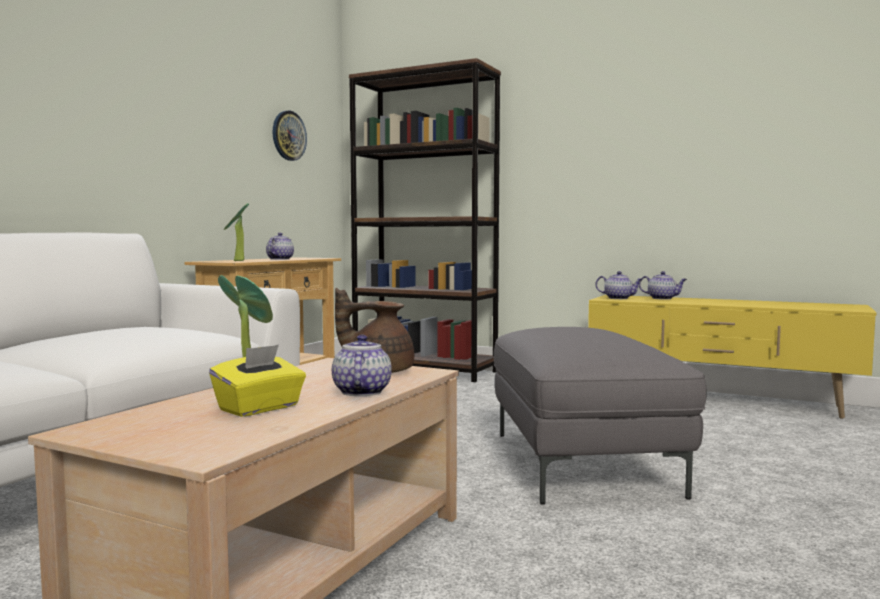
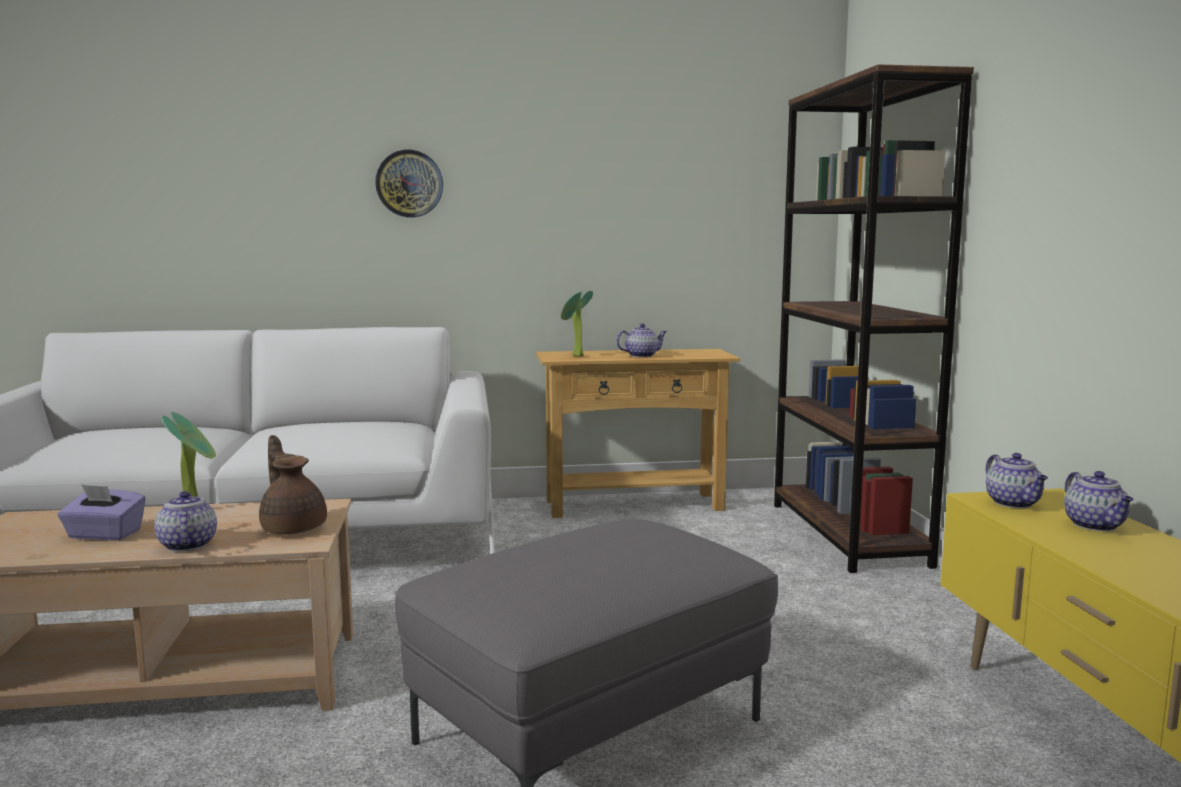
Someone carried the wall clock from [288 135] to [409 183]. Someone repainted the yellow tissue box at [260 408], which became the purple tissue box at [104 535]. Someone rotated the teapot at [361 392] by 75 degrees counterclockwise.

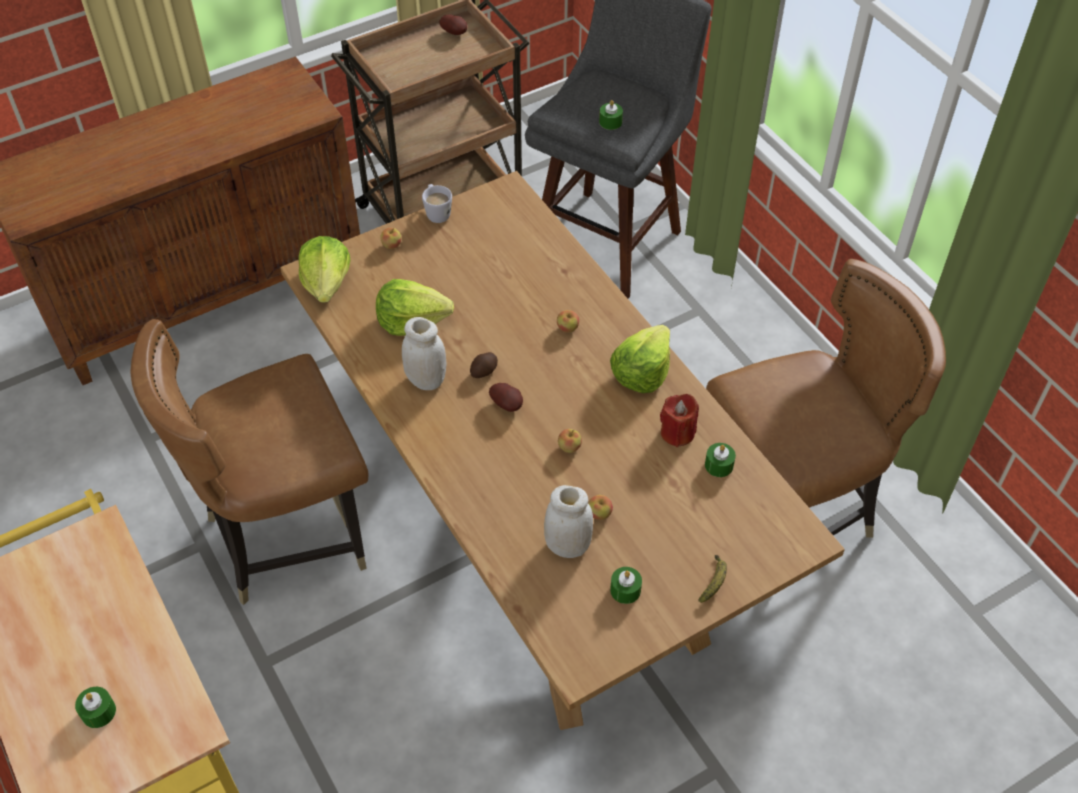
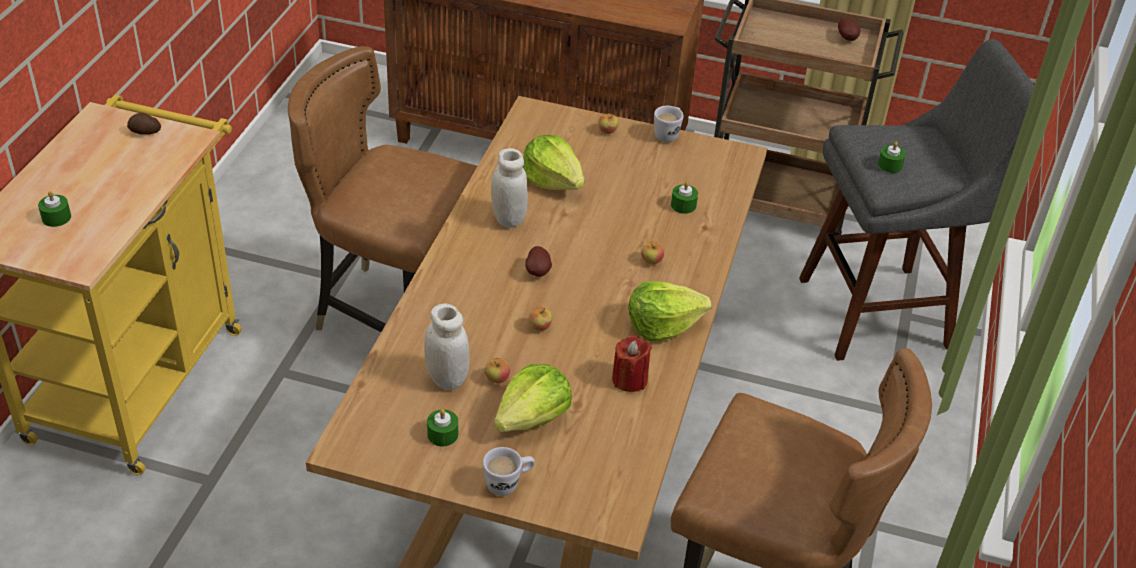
Someone carried the lettuce from [327 283] to [533 417]. Someone carried the potato from [485 371] to [144 132]. Someone carried the green candle from [719 465] to [683 205]. Someone swapped the banana at [714 582] for the white mug at [508 483].

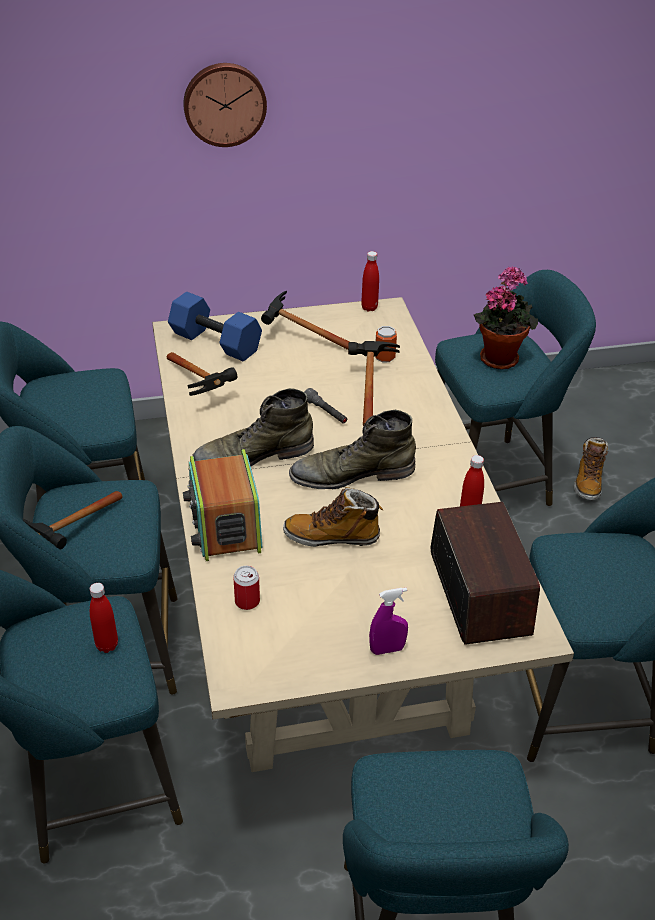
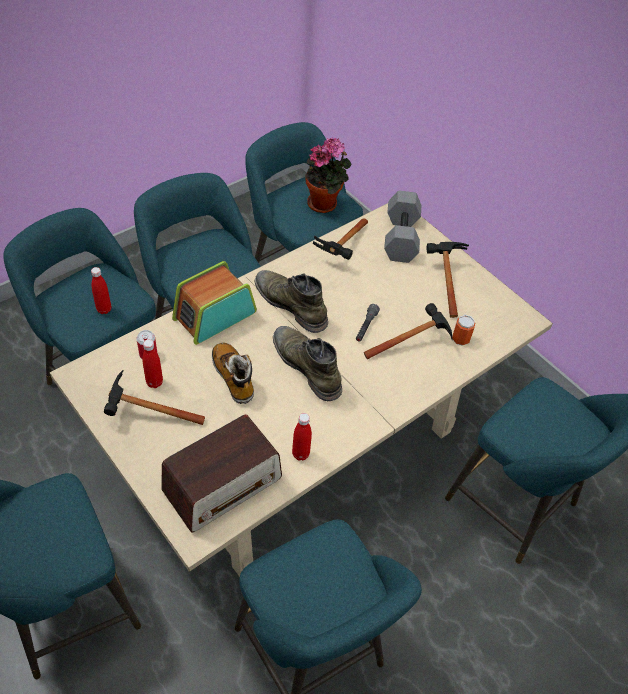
Someone took away the wall clock at [224 103]. Someone took away the purple spray bottle at [387 649]. Someone took away the boot at [588 482]. Someone carried the hammer from [70 537] to [145 414]. Someone carried the red bottle from [369 308] to [154 382]. Someone carried the potted plant from [499 357] to [325 204]. Someone repainted the blue dumbbell at [214 342], which became the grey dumbbell at [399 237].

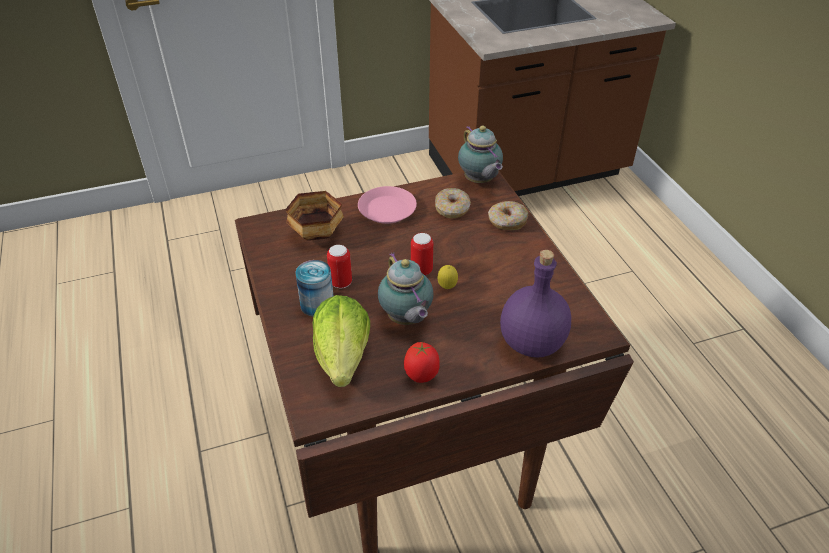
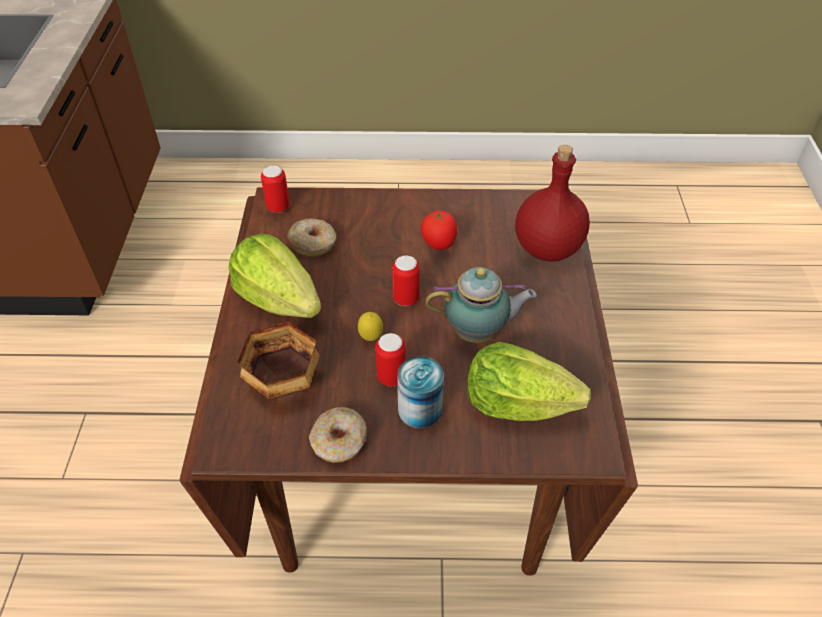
Someone carried the tomato from [421 376] to [439 245]. Someone carried the lemon from [447 287] to [371 338]. Someone carried the donut from [507 221] to [339 441]. Someone swapped the pink plate at [387 209] for the lettuce at [278 299]. Someone swapped the teapot at [479 181] for the can at [278 207]. Someone repainted the purple bottle at [532 342], which became the red bottle at [546 248].

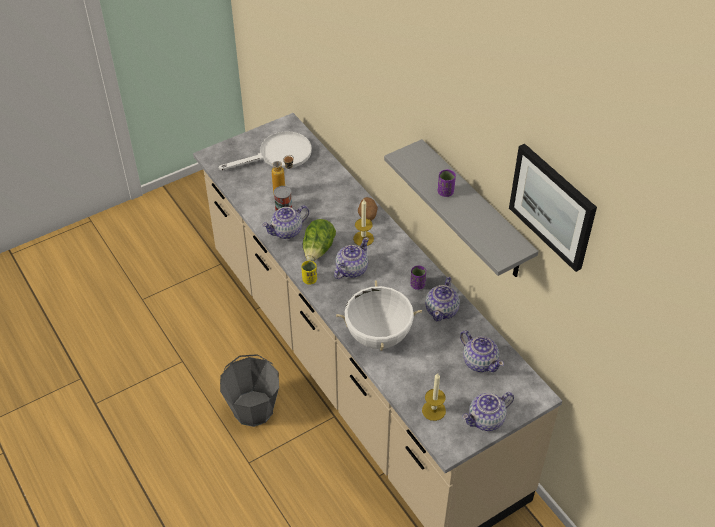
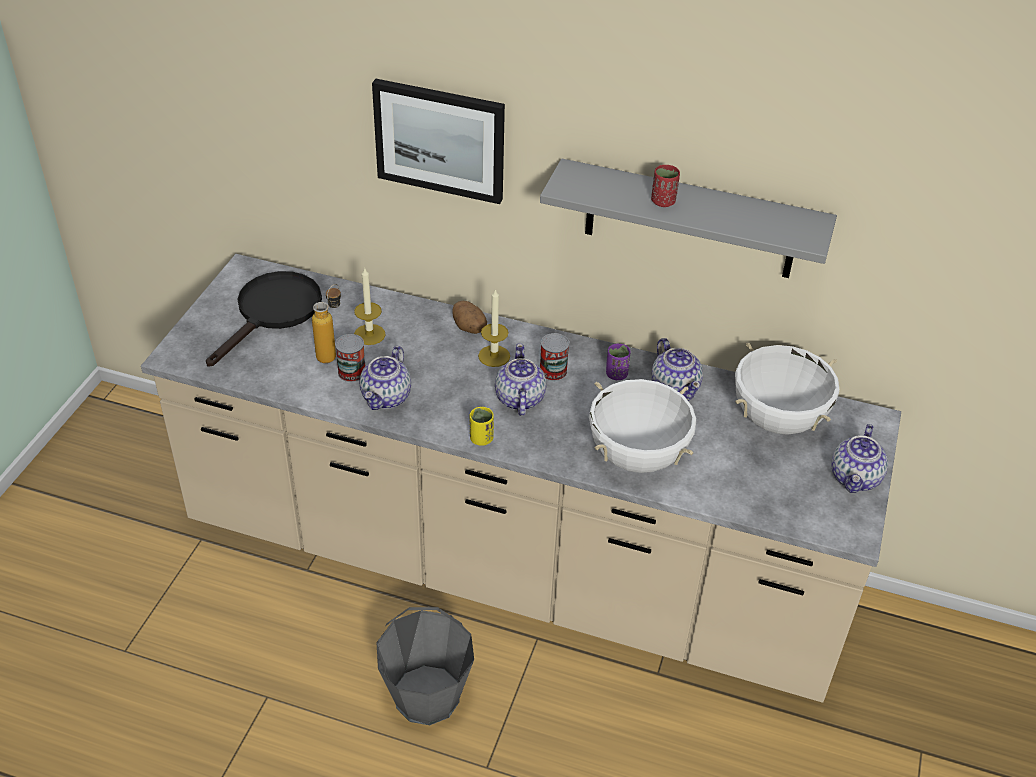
Someone took away the lettuce at [318 250]. Someone put down the can at [553 371]. Someone carried the candle from [433 410] to [369 334]. Someone carried the picture from [553 206] to [440 140]. Someone swapped the teapot at [479 361] for the white cooking pot at [777 419]. Someone repainted the white frying pan at [278 156], which became the black frying pan at [273 313]. Someone repainted the purple cup at [445 192], which became the red cup at [663 202].

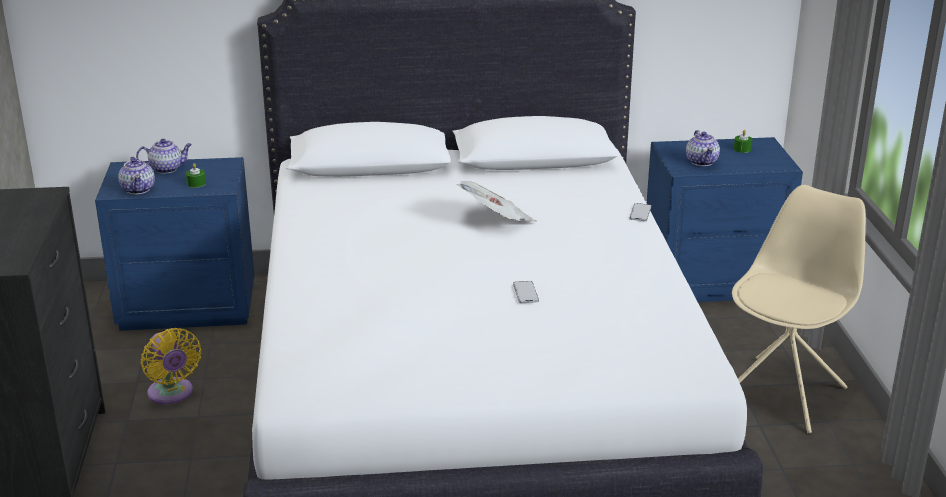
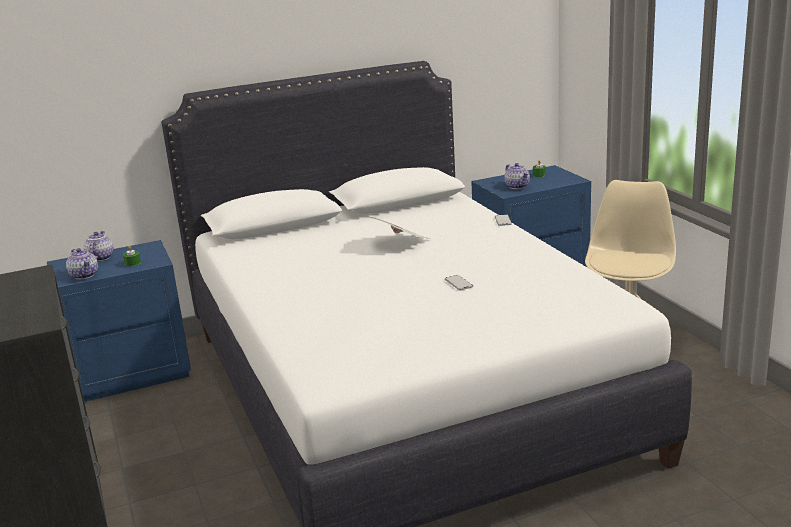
Someone took away the yellow fan at [172 394]. Someone rotated the teapot at [167 169] by 60 degrees counterclockwise.

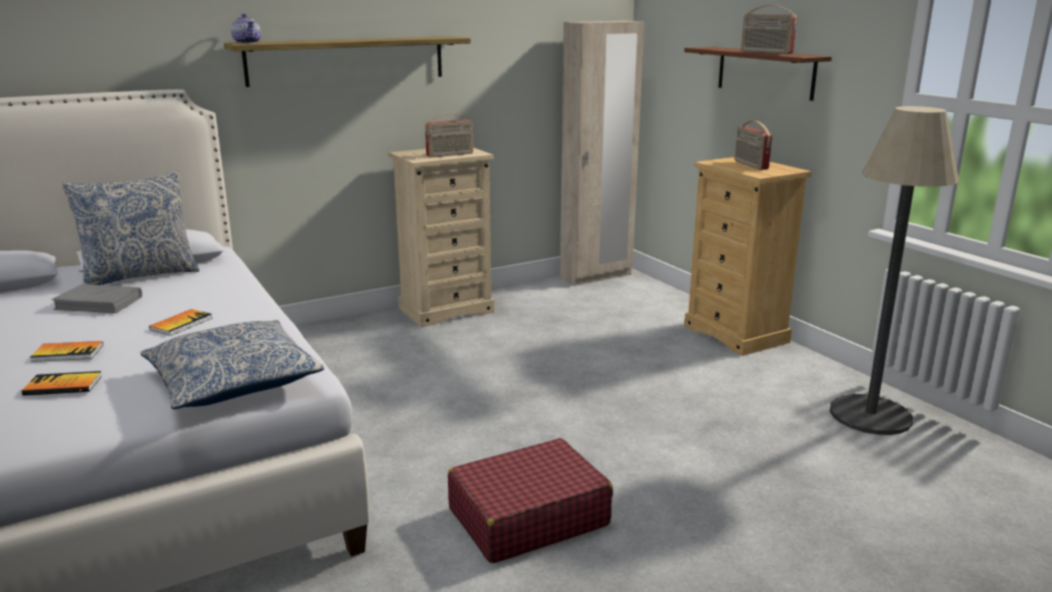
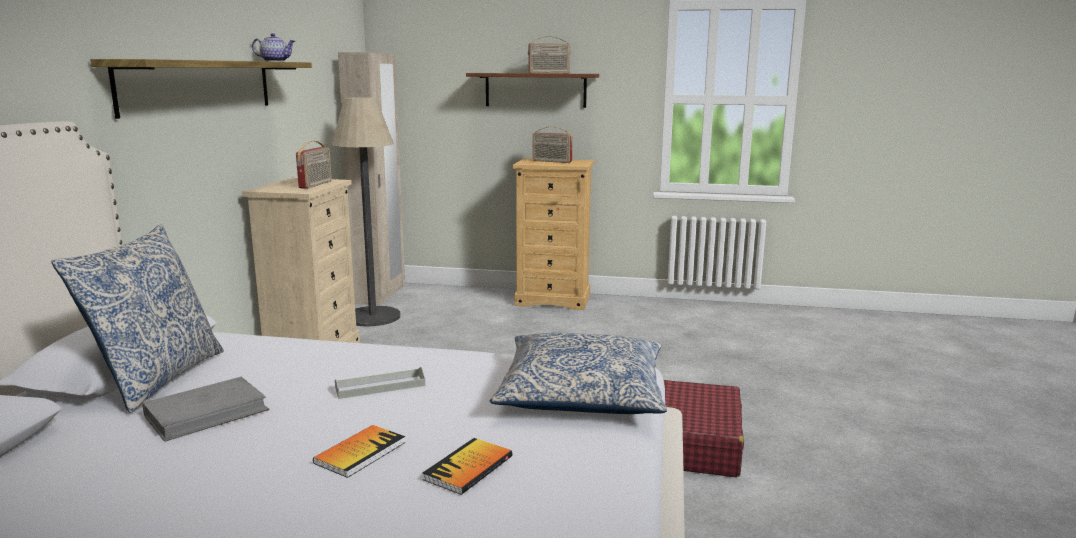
Someone carried the teapot from [248 43] to [275 61]. Someone carried the floor lamp from [870 415] to [373 317]. Someone swapped the book at [181 324] for the grey tray at [380 387].

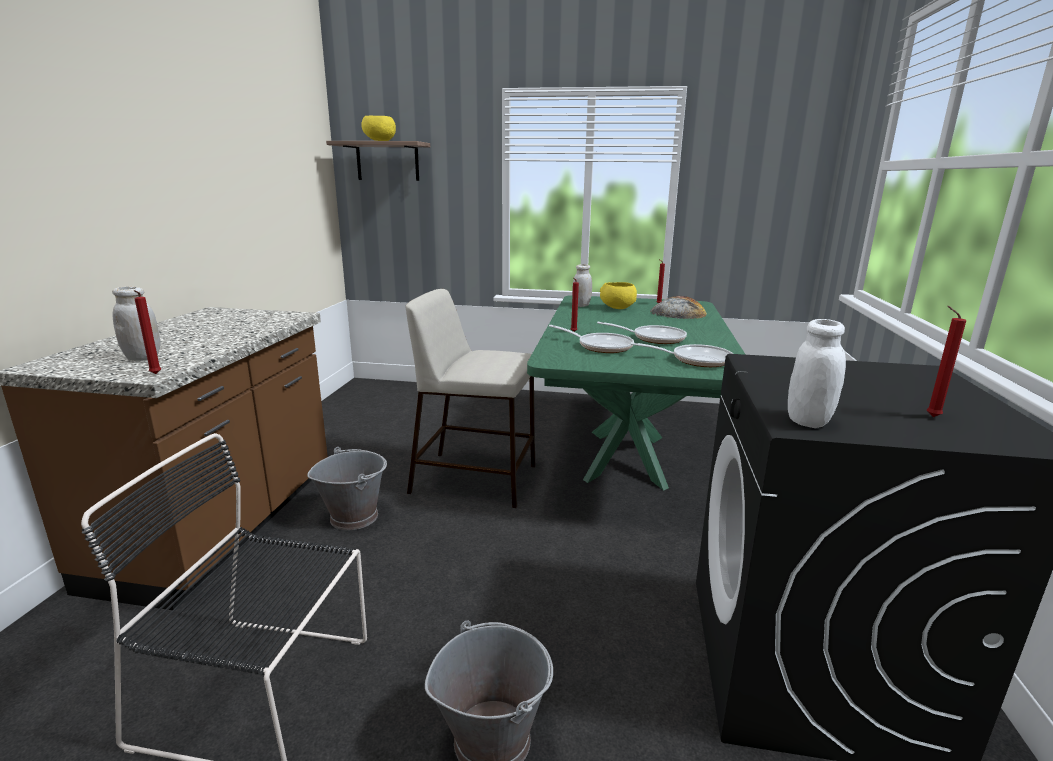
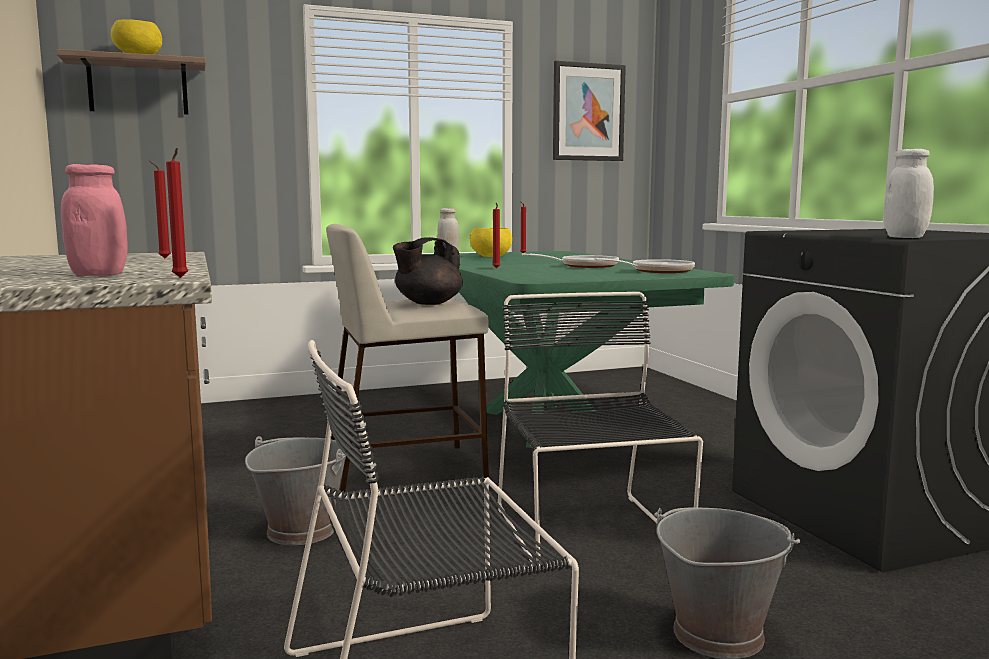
Someone took away the frying pan at [601 346]. Someone took away the bread at [678 313]. Someone put down the black teapot at [428 303]. Someone put down the black chair at [591 533]. Someone put up the picture at [588 112]. Someone carried the red candle from [930 416] to [163 258]. Someone repainted the white jar at [143 357], which became the pink jar at [98 274].

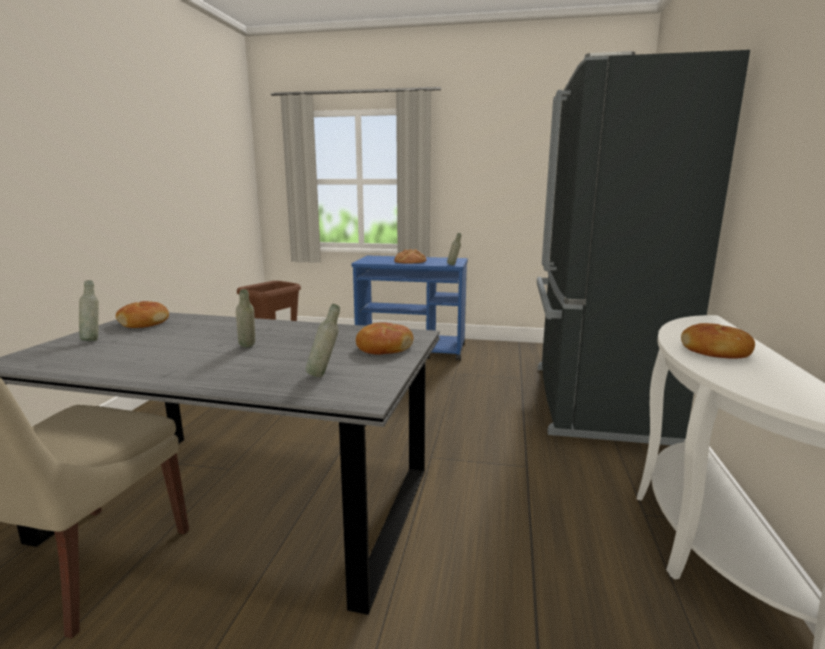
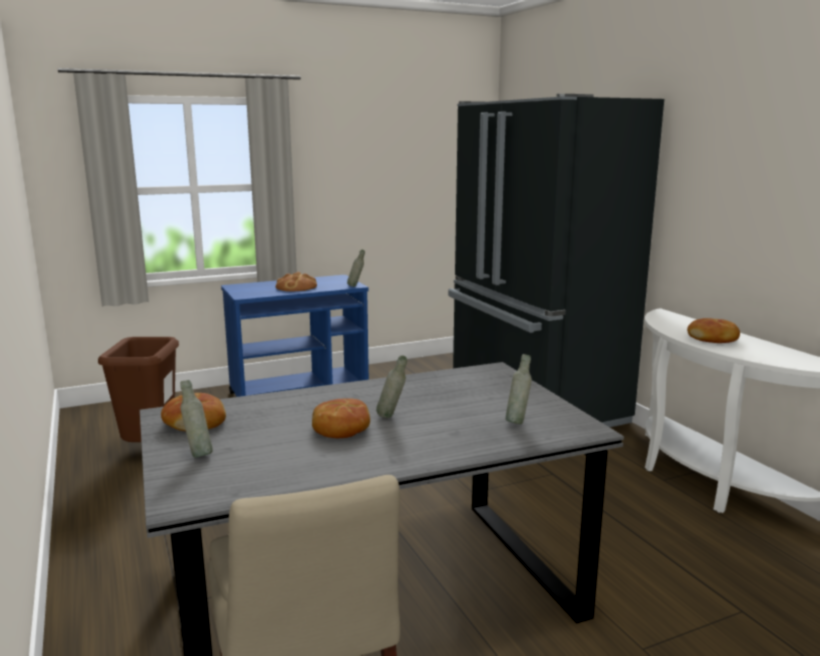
Someone carried the bread from [383 348] to [341 428].

